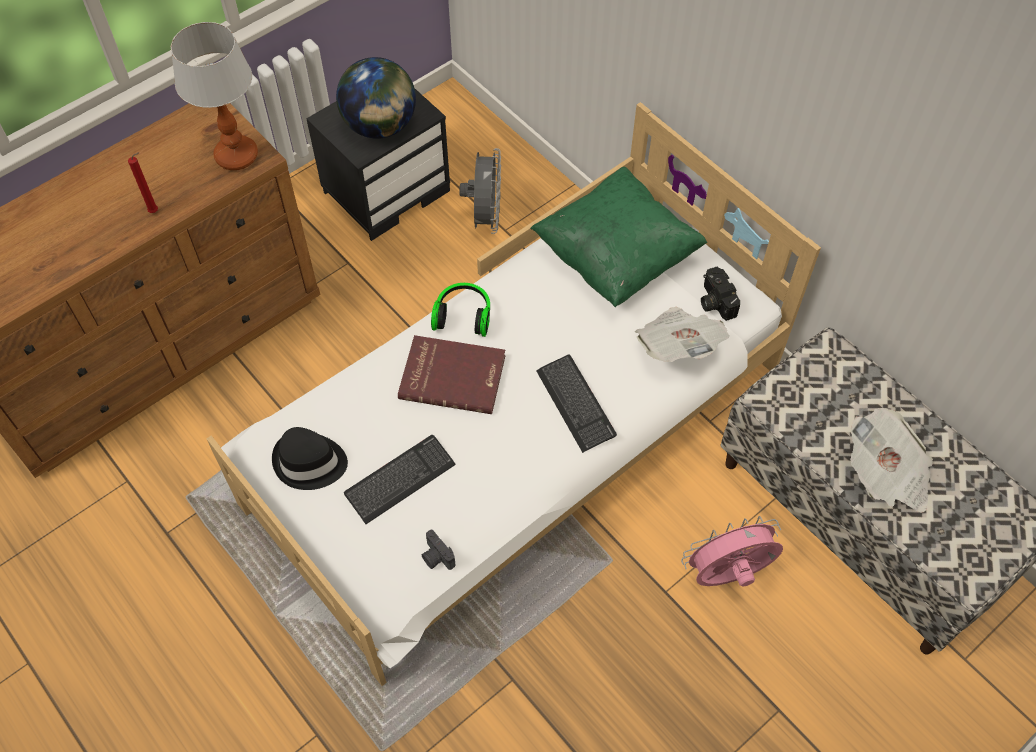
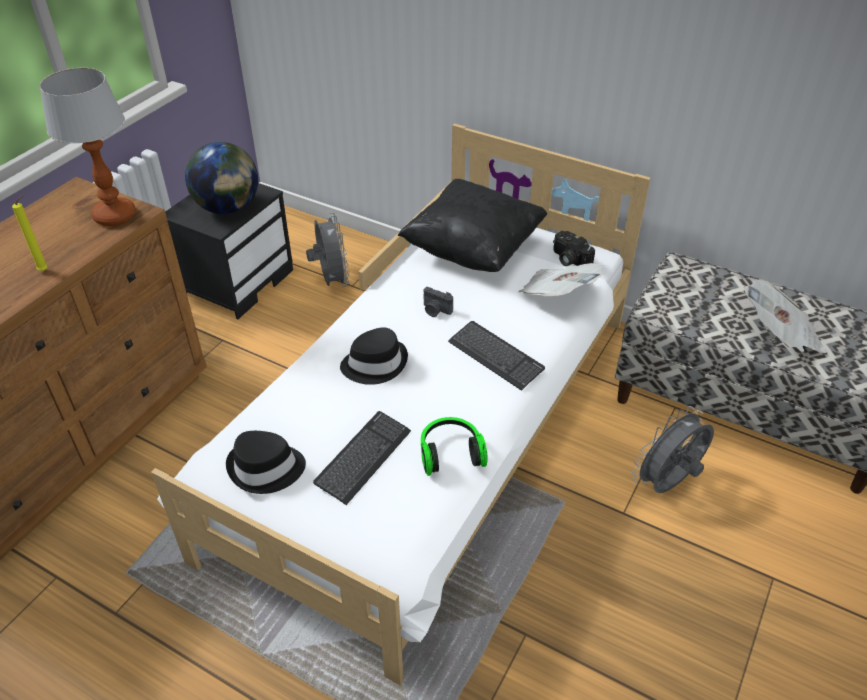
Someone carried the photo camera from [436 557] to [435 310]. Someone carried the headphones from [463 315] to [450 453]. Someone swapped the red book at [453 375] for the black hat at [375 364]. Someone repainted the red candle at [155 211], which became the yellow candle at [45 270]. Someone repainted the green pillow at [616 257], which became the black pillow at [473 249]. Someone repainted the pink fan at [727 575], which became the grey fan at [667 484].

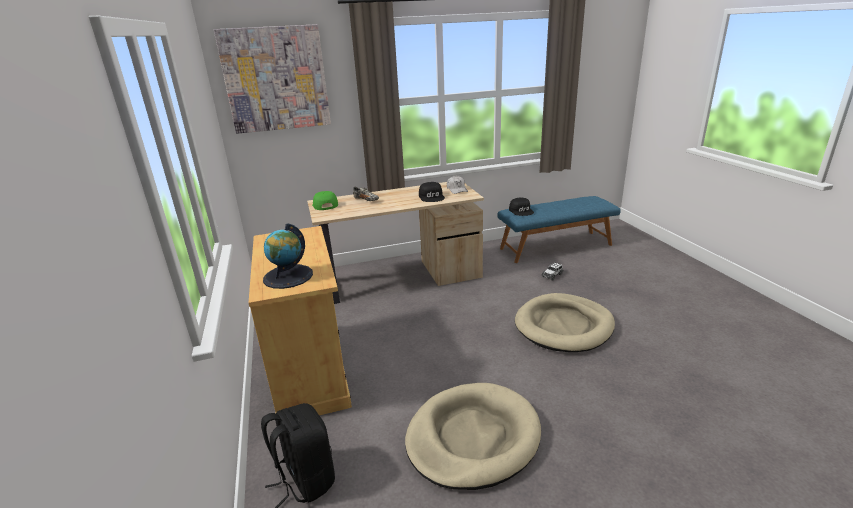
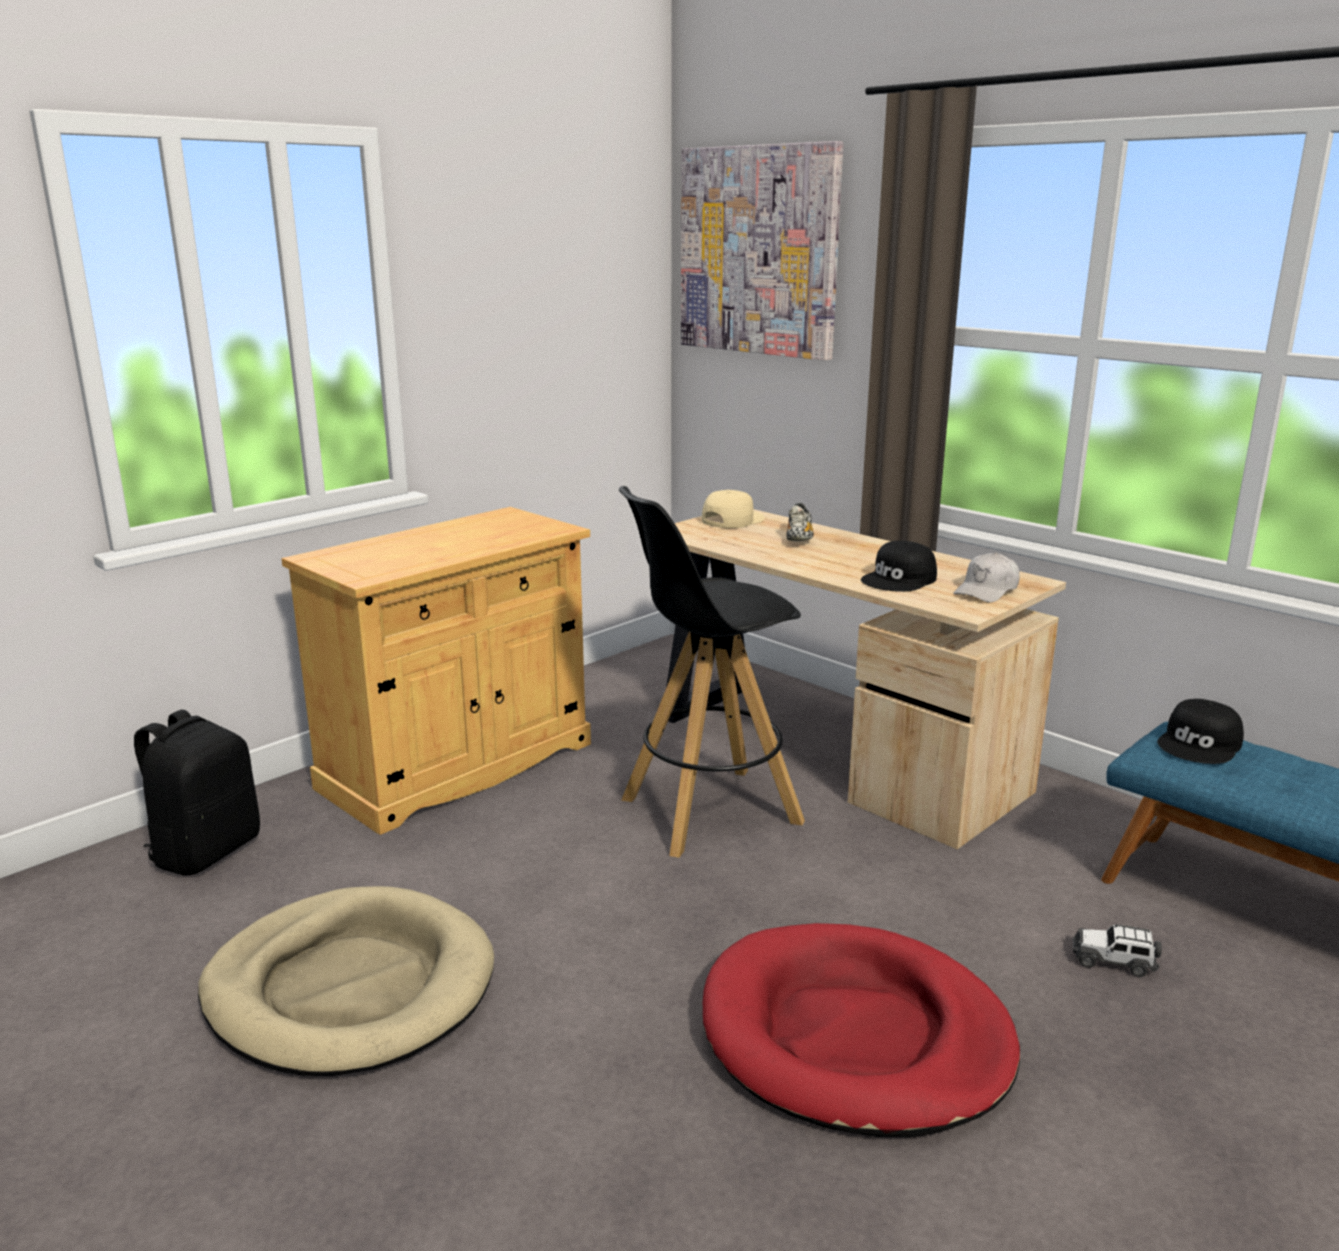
Someone took away the globe at [288 276]. Someone put down the black stool at [708 811]. Someone repainted the green cap at [324 205], which became the beige cap at [731 520]. Someone repainted the beige dog bed at [564 326], which became the red dog bed at [854 1036].

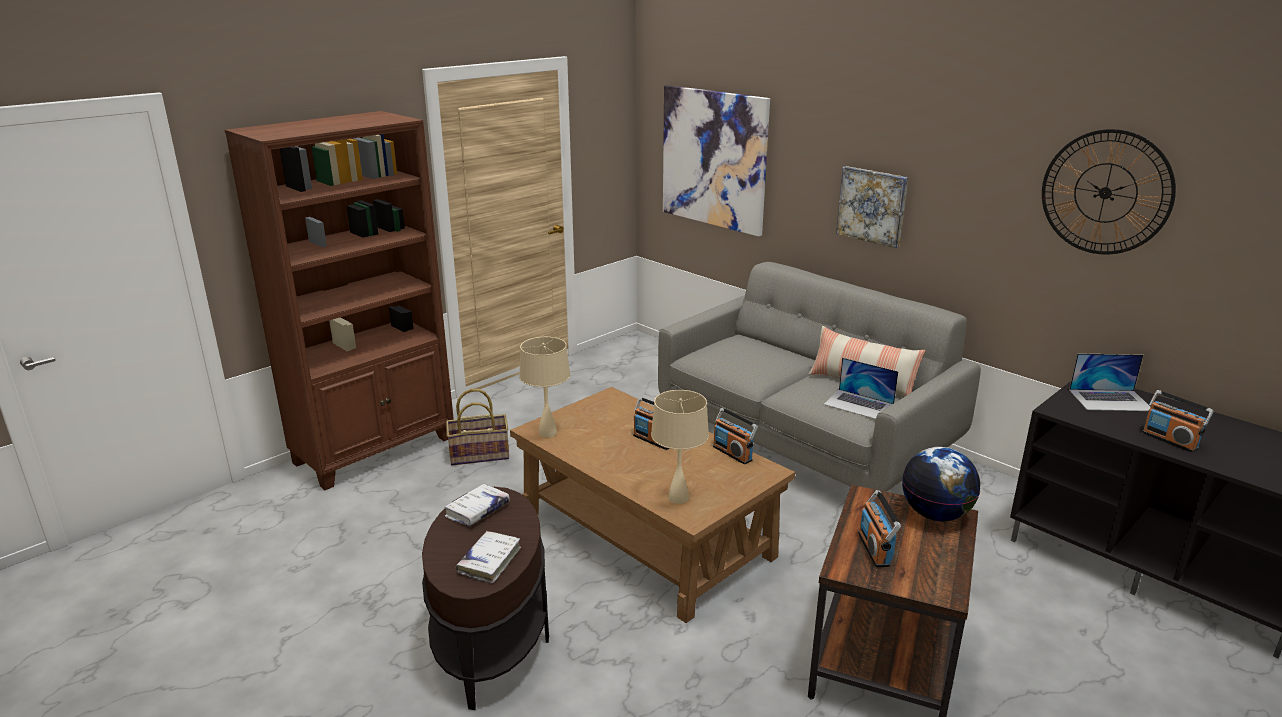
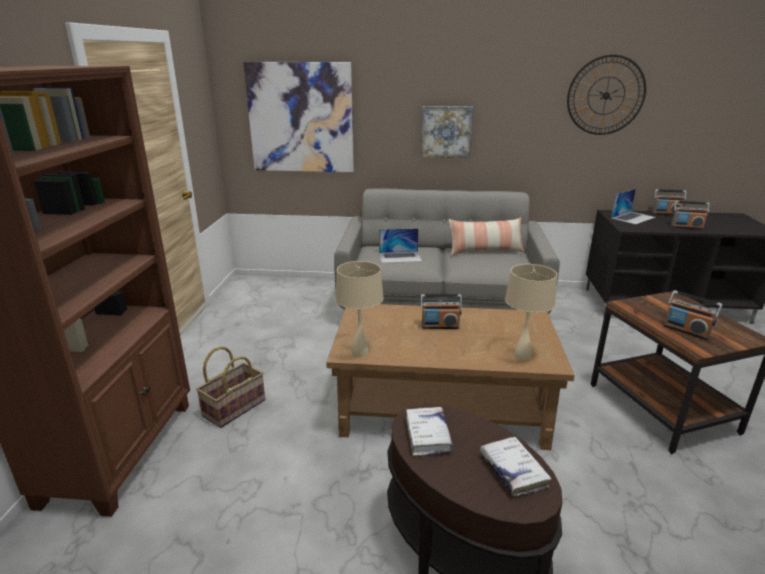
Someone took away the globe at [935 514]. Someone carried the radio from [732 453] to [666 213]. Someone carried the laptop from [859 404] to [400 257].

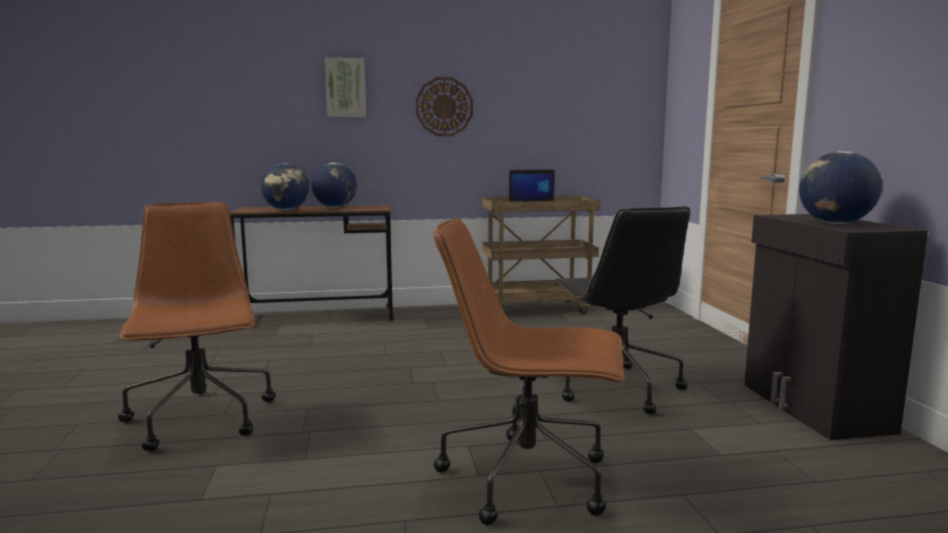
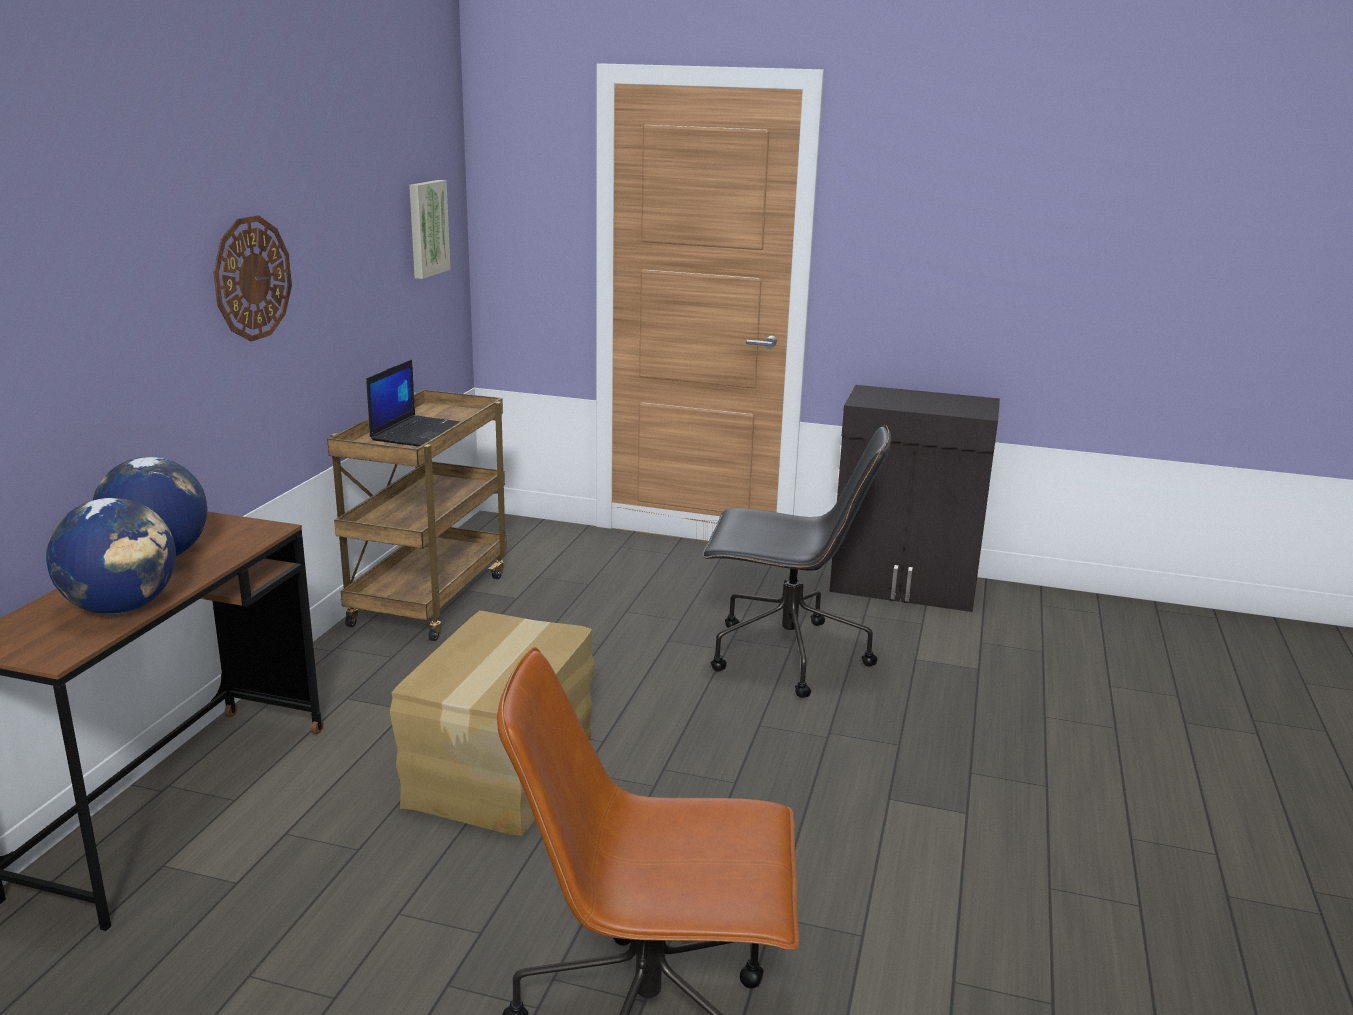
Someone took away the brown office chair at [529 478]. Someone took away the globe at [834 223]. Someone put down the cardboard box at [503 770]. Someone carried the picture from [345 88] to [426 228].

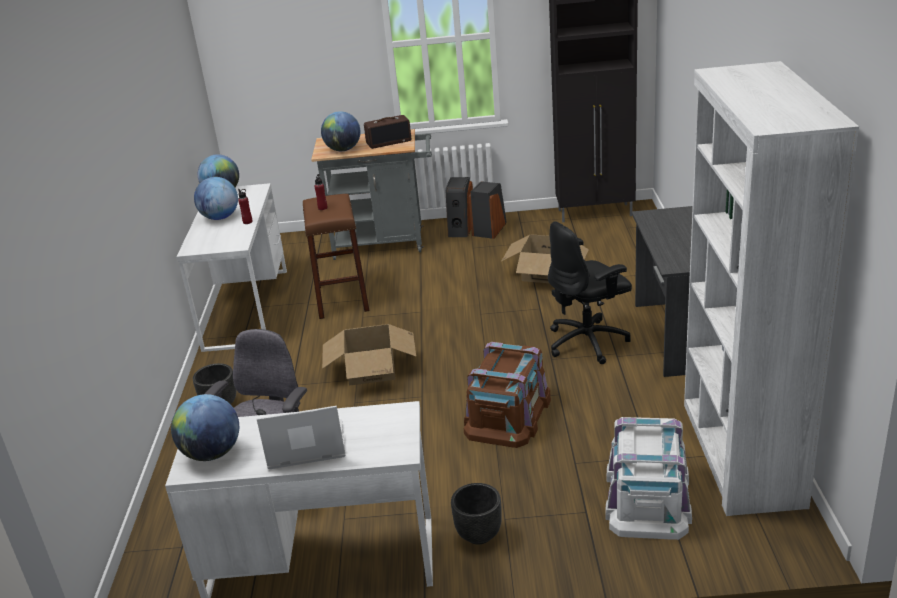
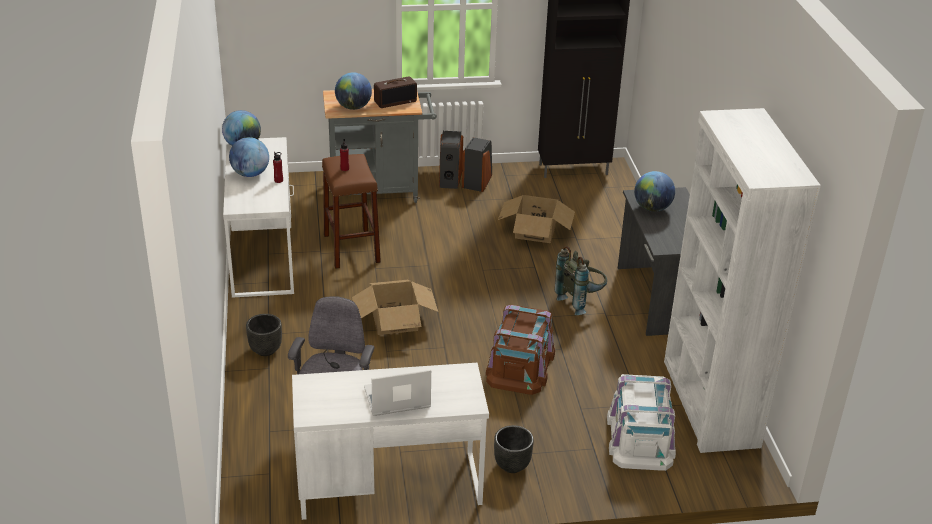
Someone carried the globe from [212 453] to [652 208]. Someone swapped the black office chair at [588 342] for the grey backpack at [580 301].

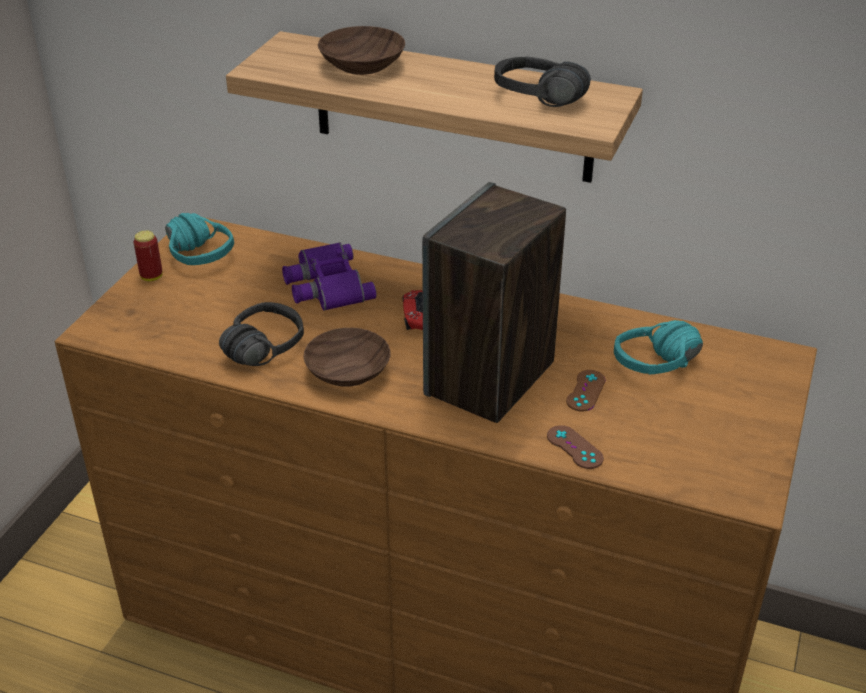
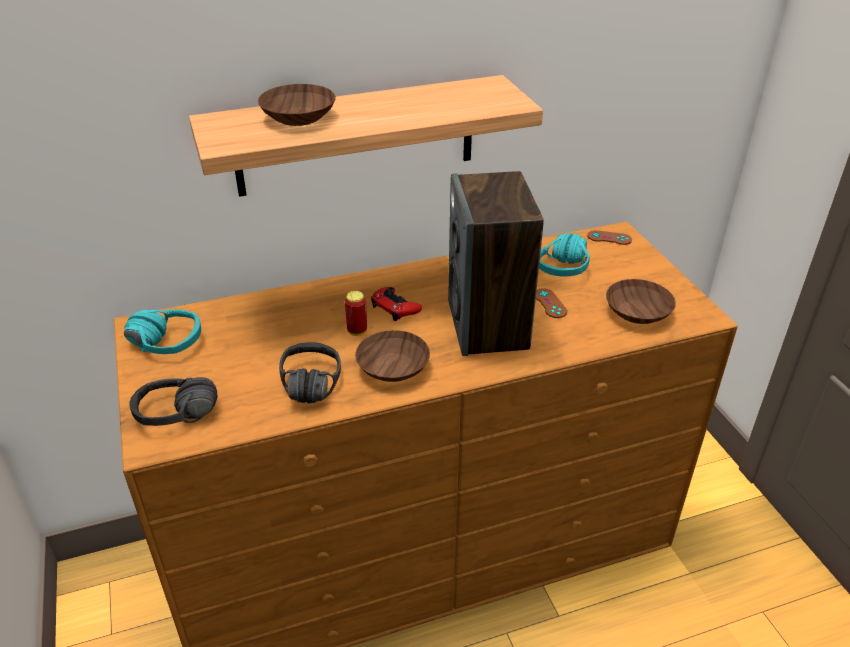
Someone took away the purple binoculars at [325 285]. Someone put down the brown bowl at [636 311]. Someone carried the can from [151 277] to [357 331]. Someone carried the black headphones from [534 103] to [177 422]. Someone carried the brown game controller from [574 447] to [609 238].

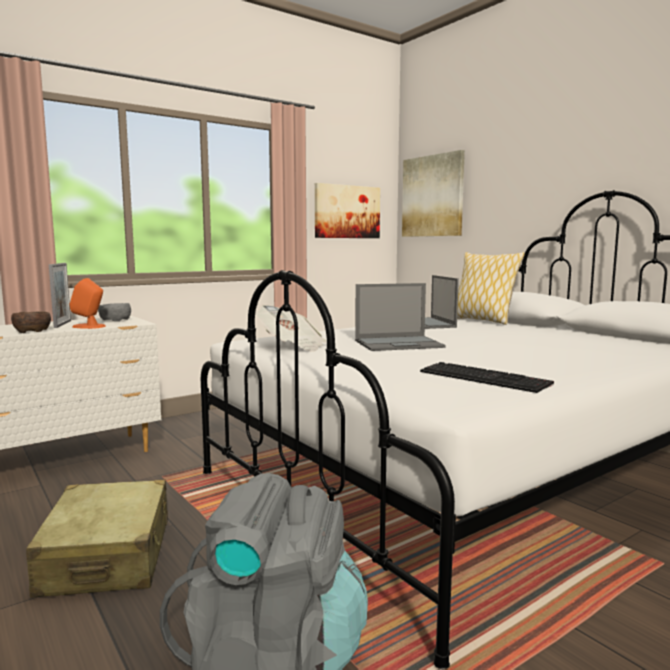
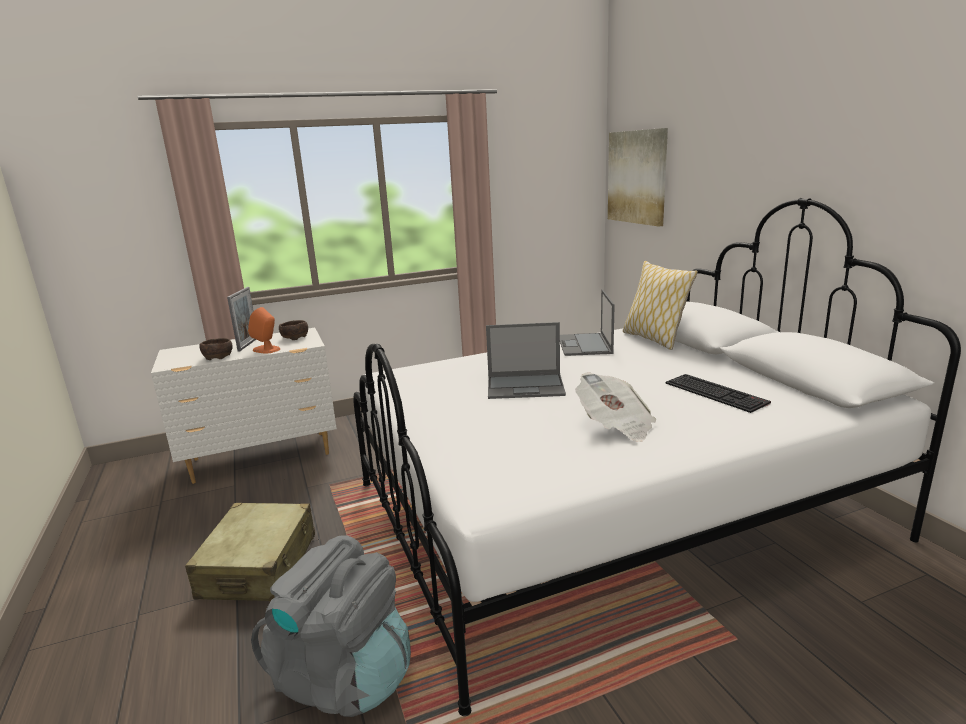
Someone took away the picture at [347 212]. Someone carried the newspaper from [292 346] to [615 426]. Someone carried the keyboard from [486 378] to [717 393]. Someone repainted the grey bowl at [114 320], which became the brown bowl at [294 337].

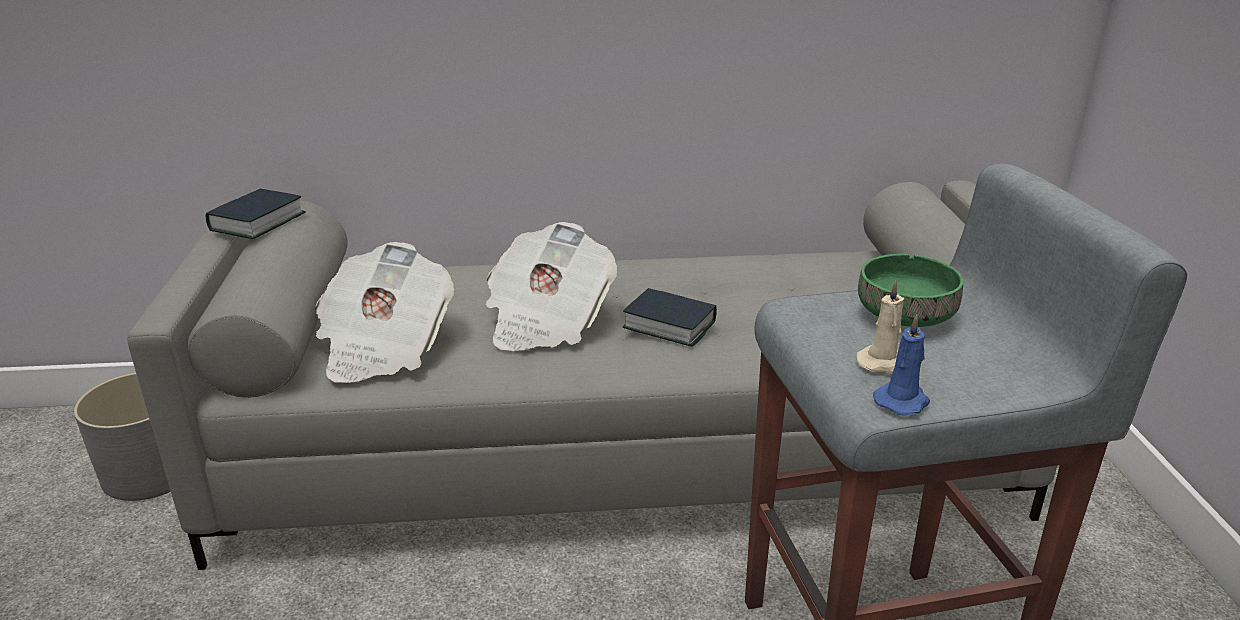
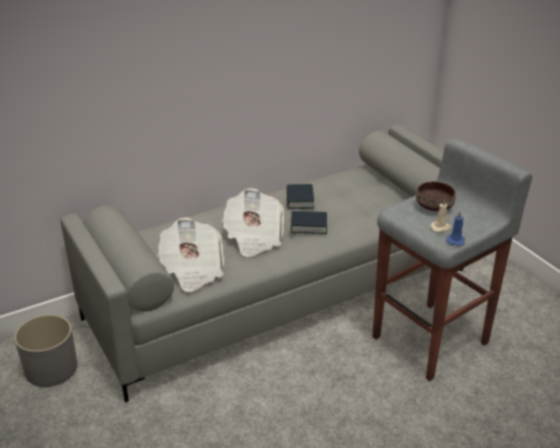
Someone carried the book from [257 222] to [299 200]. Someone repainted the green bowl at [904 316], which became the brown bowl at [434 206].

